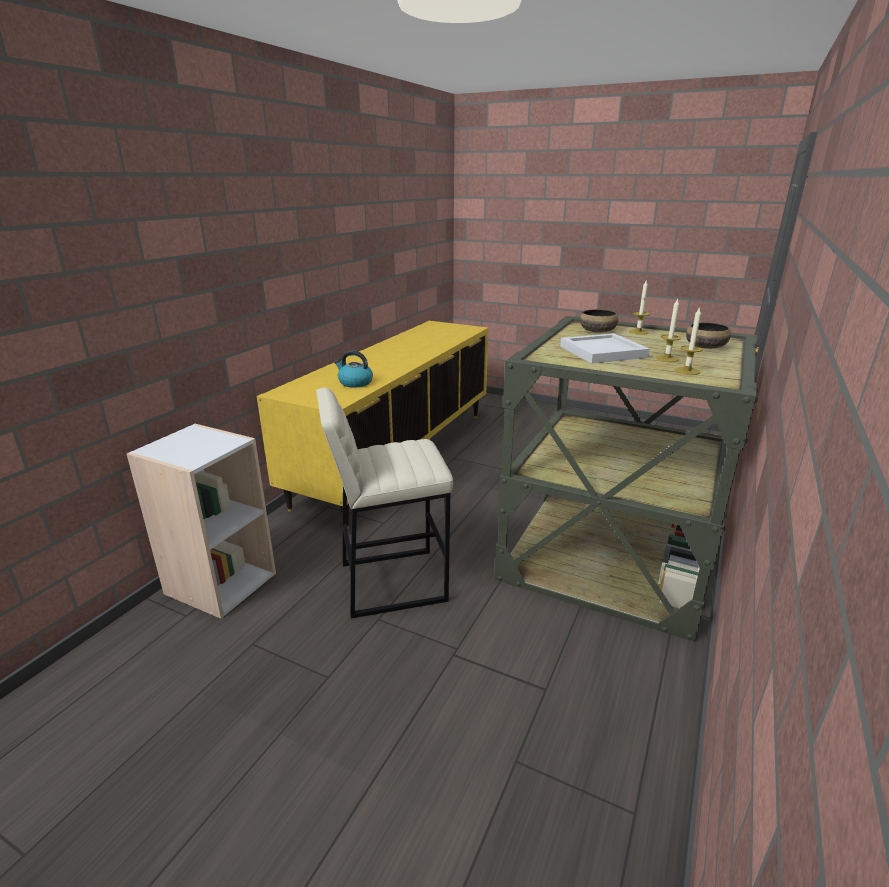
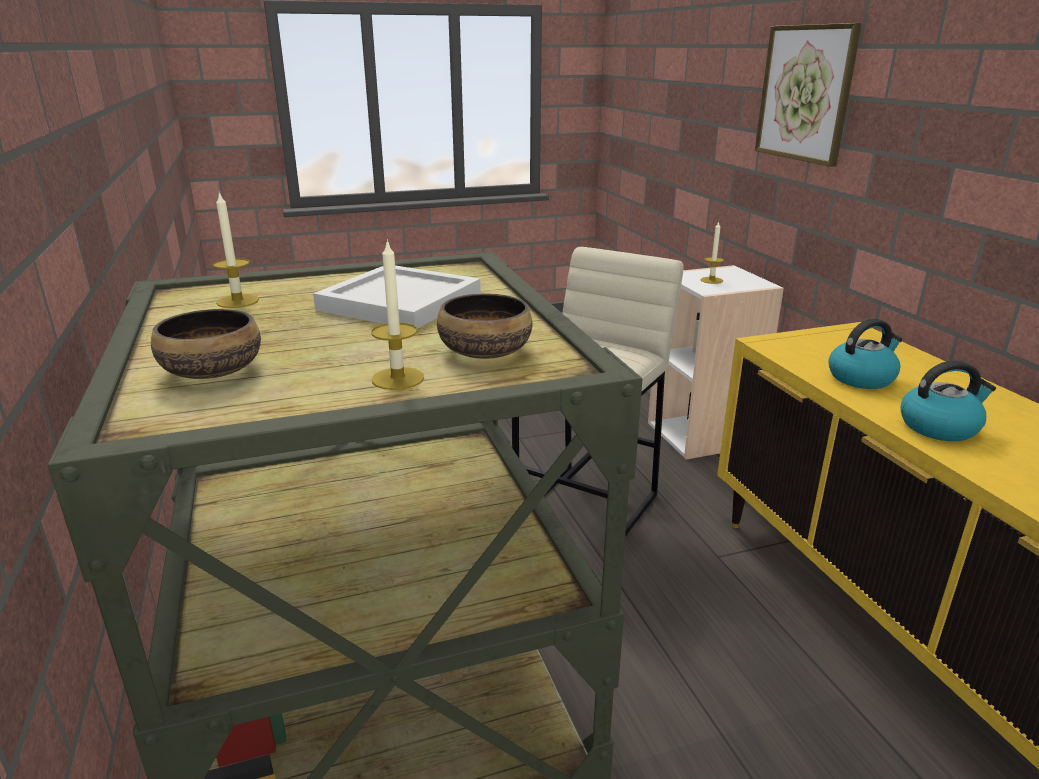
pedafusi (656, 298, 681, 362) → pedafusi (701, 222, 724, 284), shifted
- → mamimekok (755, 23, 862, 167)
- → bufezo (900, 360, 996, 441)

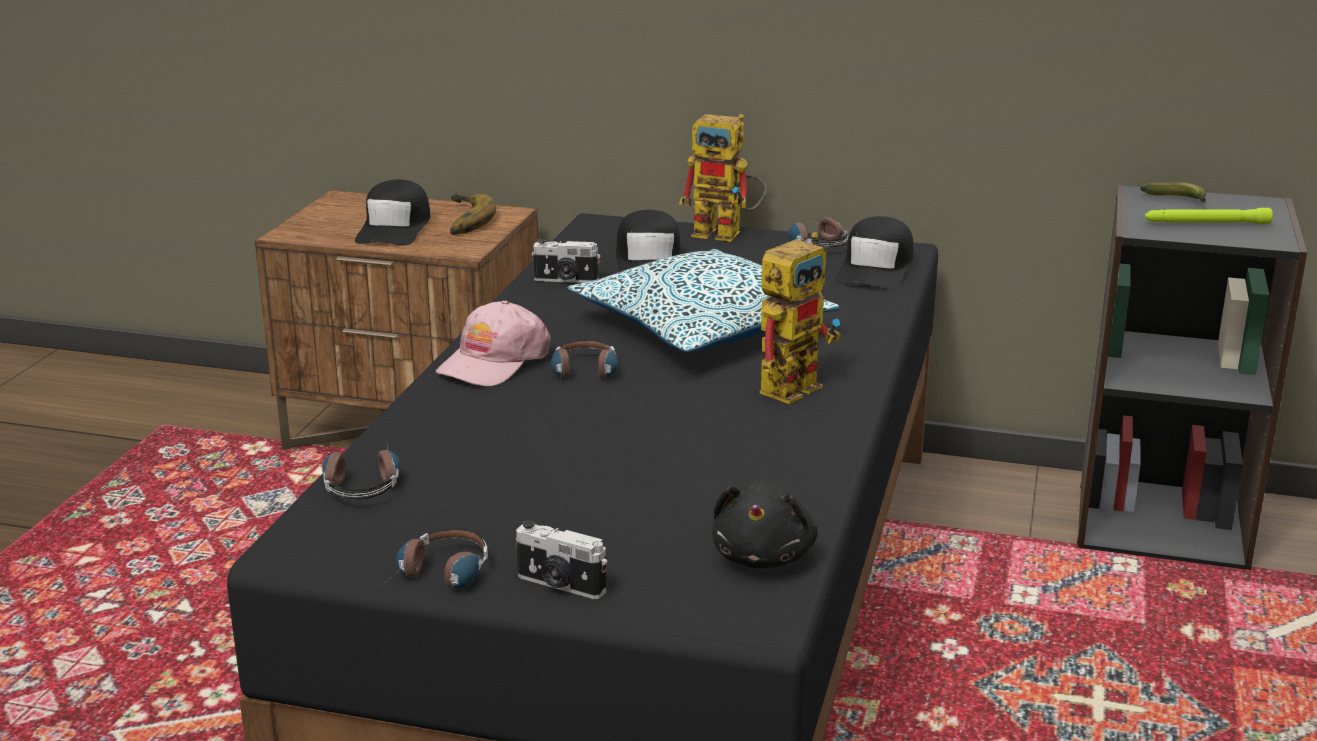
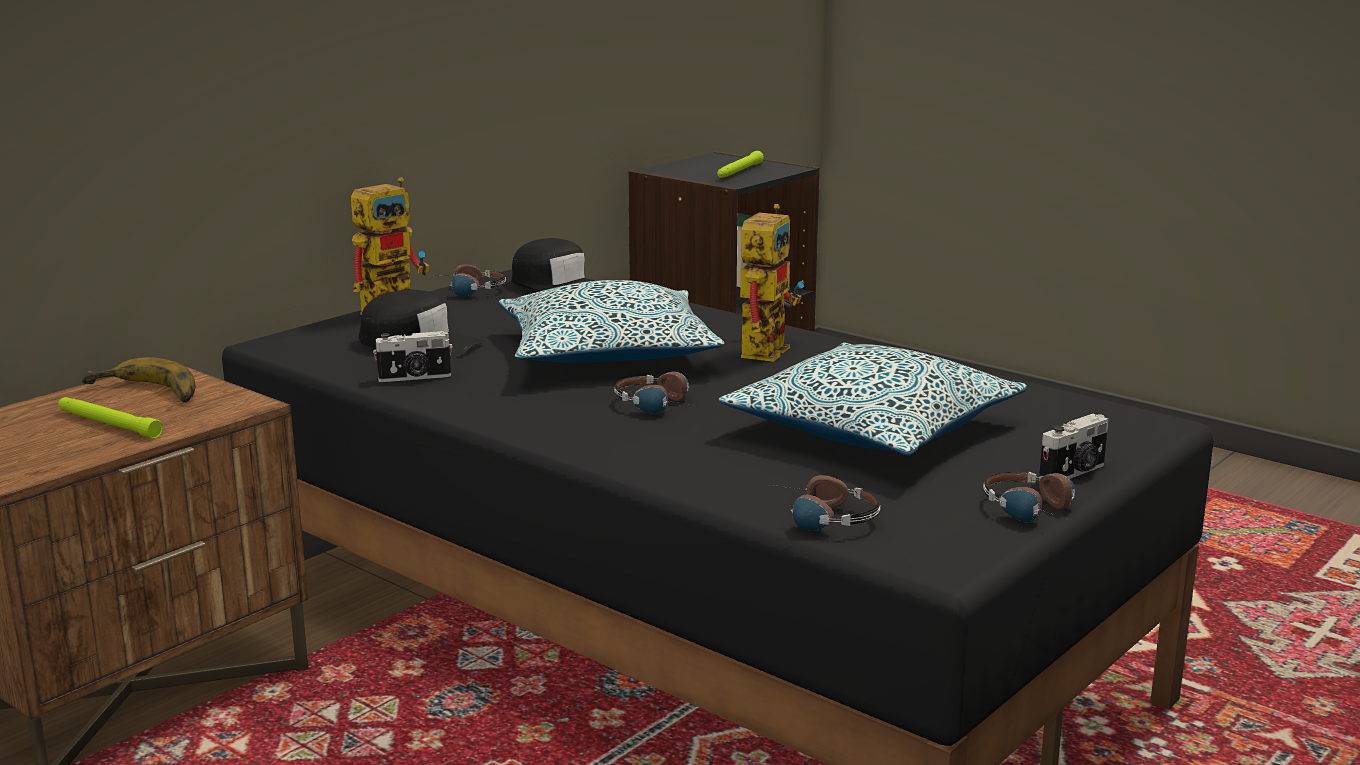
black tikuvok (355, 179, 430, 245) → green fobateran (58, 397, 163, 439)
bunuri (531, 239, 600, 283) → bunuri (373, 331, 453, 382), 45 degrees clockwise
- → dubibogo (719, 343, 1027, 456)
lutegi (760, 232, 841, 404) → lutegi (740, 204, 804, 362), 45 degrees clockwise
pink tikuvok (436, 301, 551, 386) → -
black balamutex (712, 481, 818, 568) → -
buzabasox (1140, 182, 1206, 202) → -

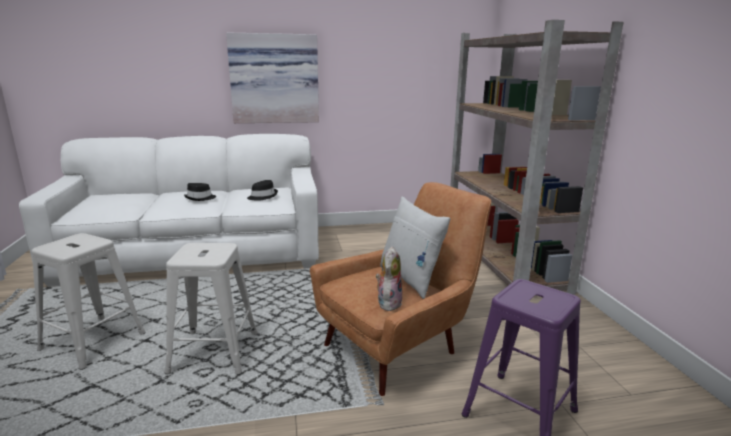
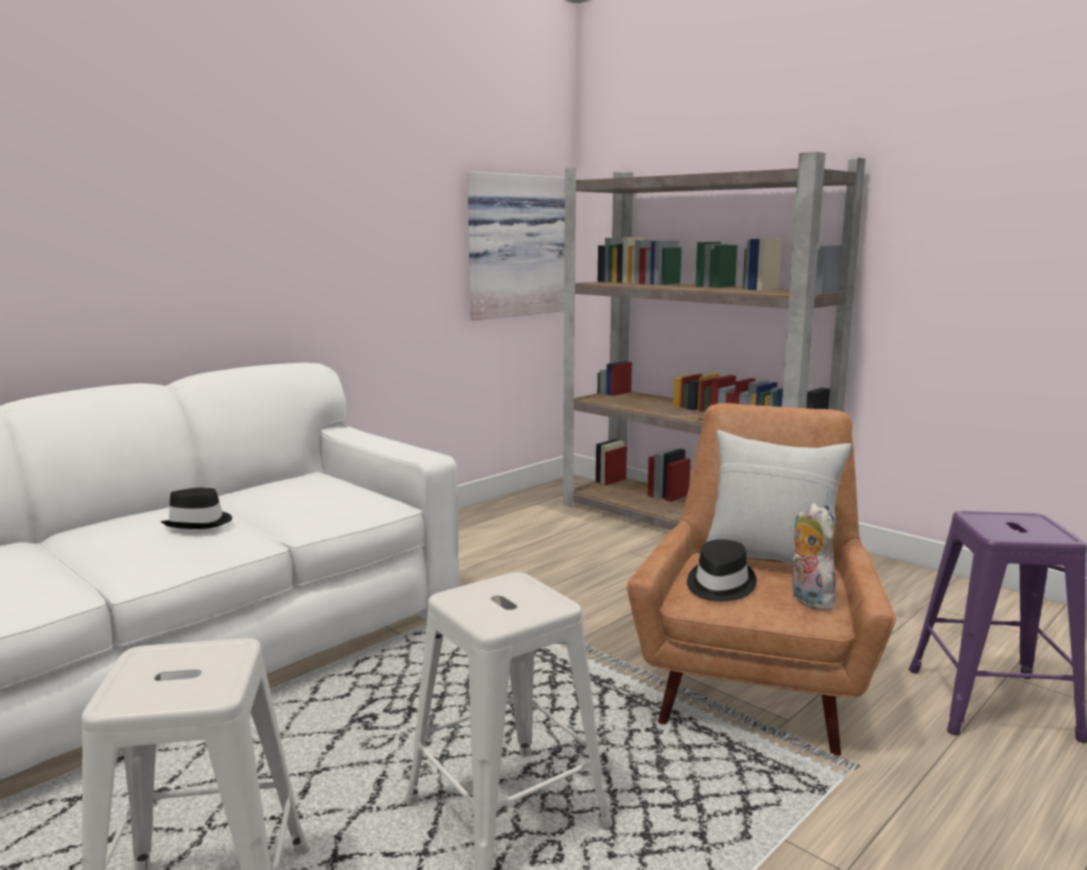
mamimekok (226, 32, 319, 123) → mamimekok (468, 171, 565, 320), shifted
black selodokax (247, 180, 278, 201) → black selodokax (687, 539, 757, 602), shifted

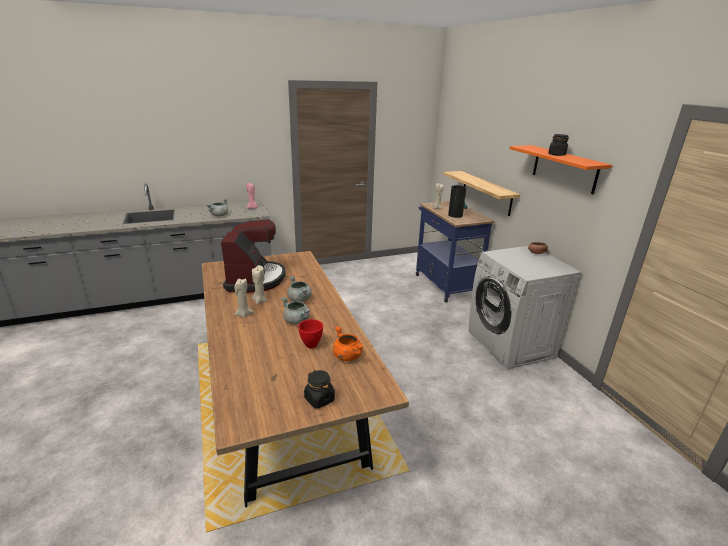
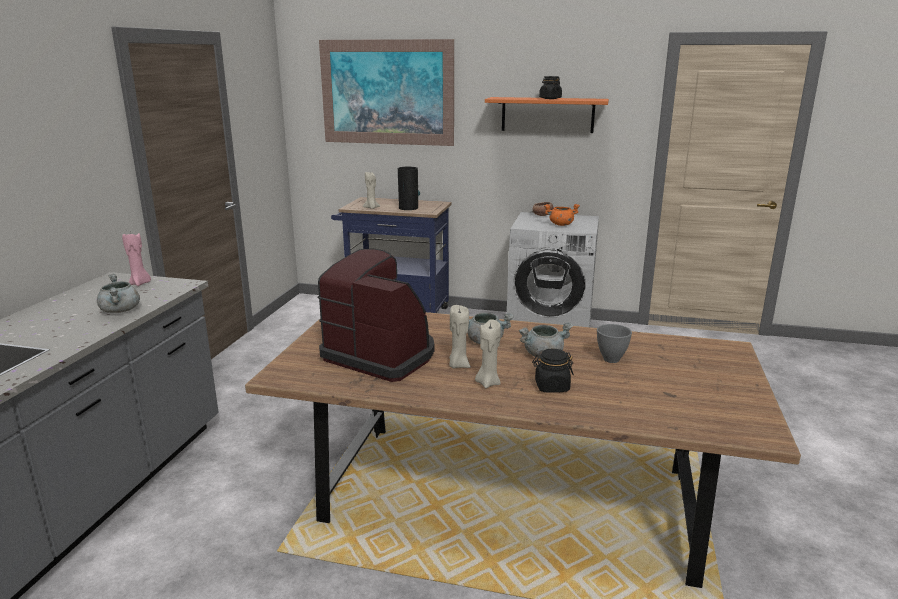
- → mamimekok (319, 39, 454, 146)
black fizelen (304, 370, 335, 409) → black fizelen (532, 349, 574, 393), shifted
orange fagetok (333, 326, 364, 361) → orange fagetok (544, 204, 580, 226), shifted
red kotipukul (298, 319, 323, 348) → grey kotipukul (597, 324, 632, 363)
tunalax (444, 171, 520, 216) → -

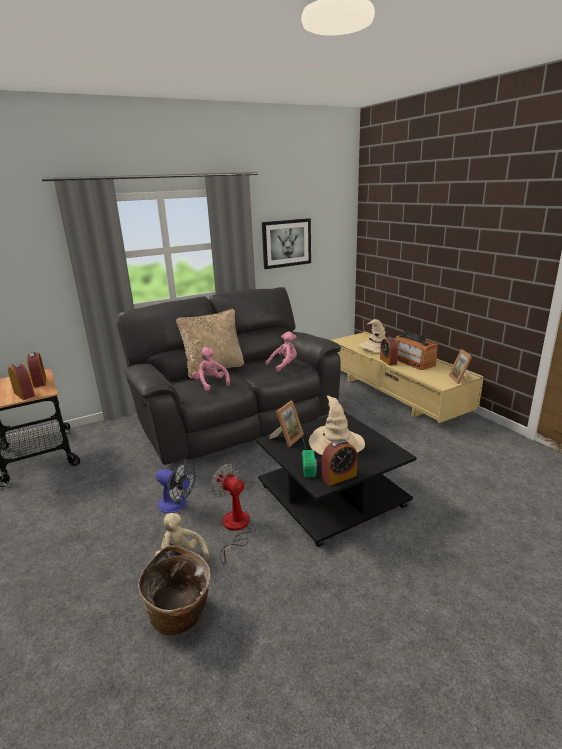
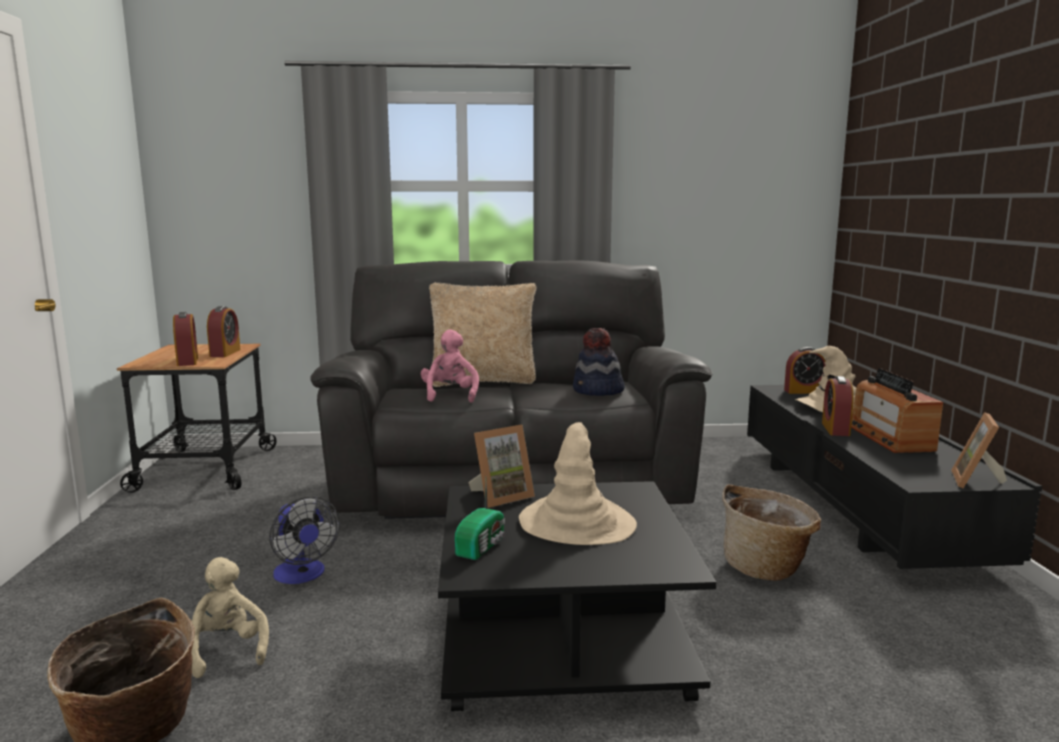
pink balamutex (265, 331, 297, 372) → selodokax (573, 328, 625, 396)
- → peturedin (722, 485, 821, 580)
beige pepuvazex (331, 331, 484, 423) → black pepuvazex (747, 385, 1042, 569)
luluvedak (322, 439, 357, 486) → luluvedak (784, 347, 826, 394), shifted
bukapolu (211, 464, 251, 565) → -
mamimekok (262, 218, 311, 269) → -

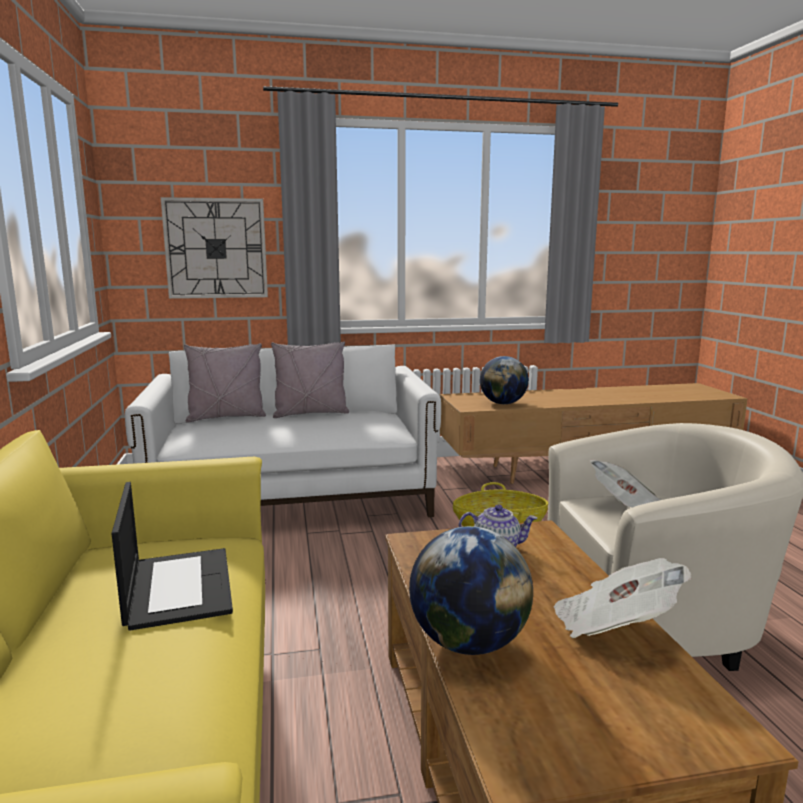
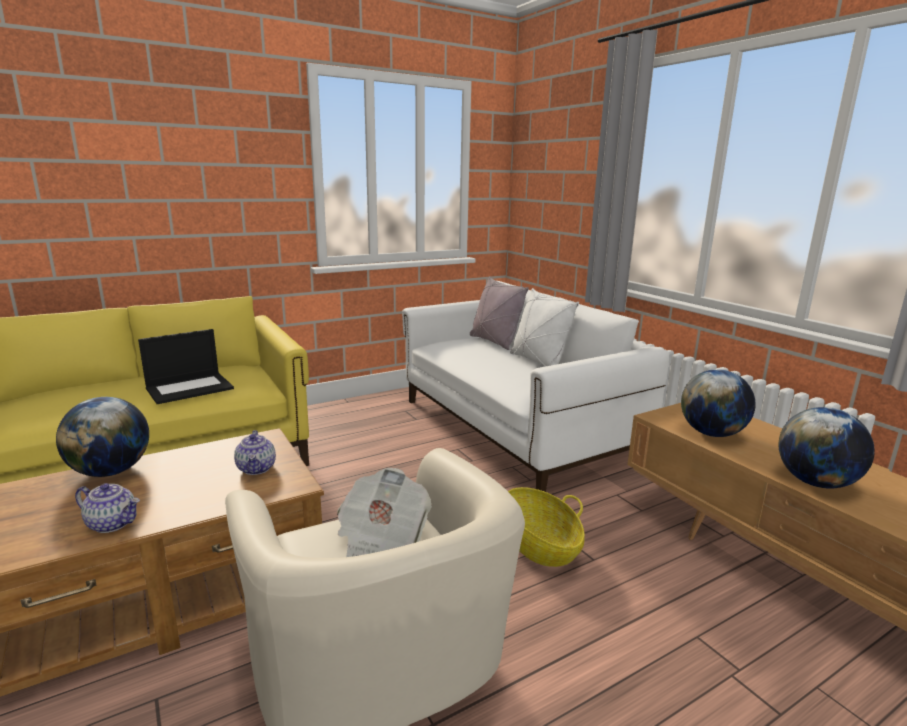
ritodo (554, 558, 692, 638) → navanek (75, 483, 140, 533)
purple dubibogo (271, 342, 349, 418) → white dubibogo (510, 288, 579, 366)
- → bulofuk (779, 407, 875, 488)
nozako (161, 197, 268, 299) → -

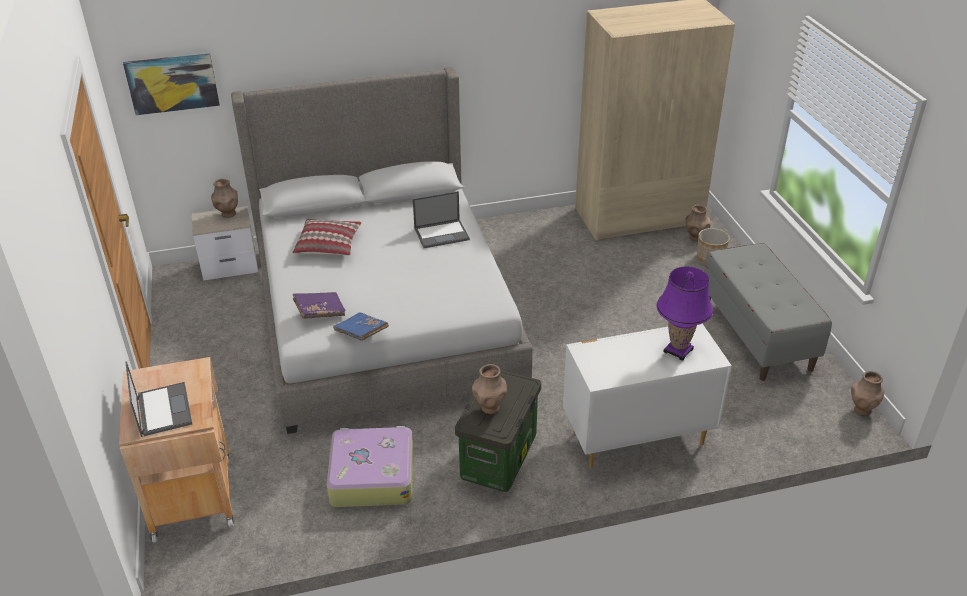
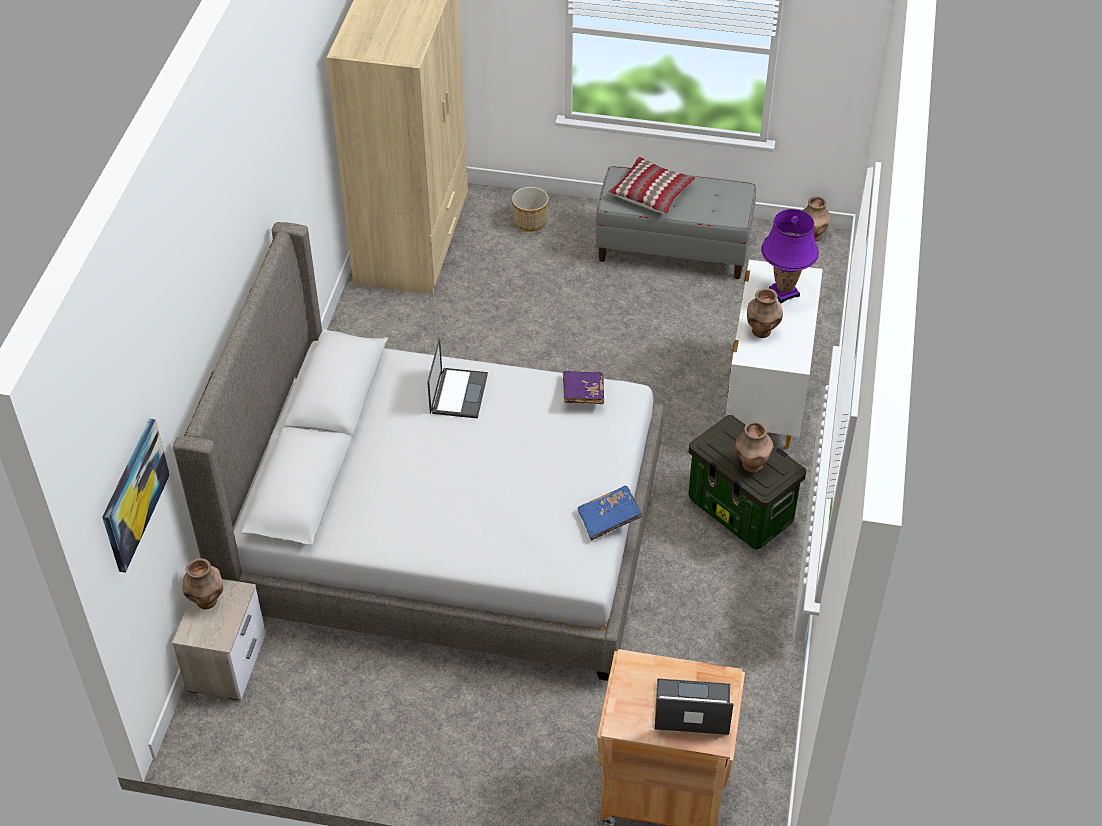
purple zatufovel (293, 292, 345, 319) → purple zatufovel (563, 371, 604, 404), shifted
dubibogo (293, 219, 362, 255) → dubibogo (608, 157, 695, 214), shifted
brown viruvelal (686, 205, 711, 241) → brown viruvelal (747, 288, 783, 338), shifted
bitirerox (327, 426, 413, 507) → -

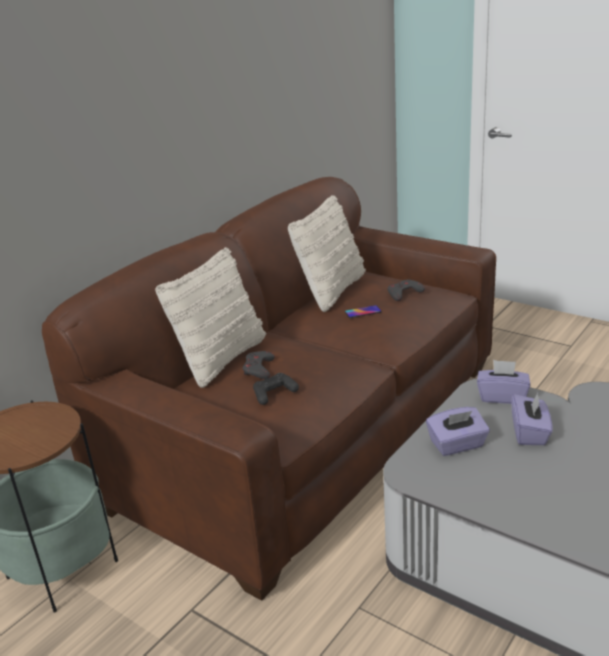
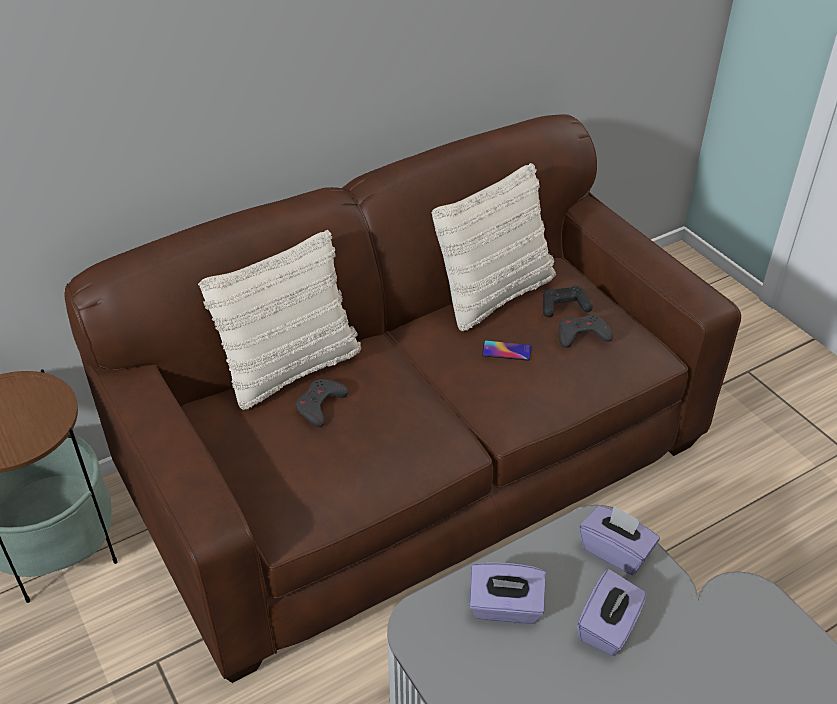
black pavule (253, 373, 299, 405) → black pavule (543, 286, 593, 317), shifted

